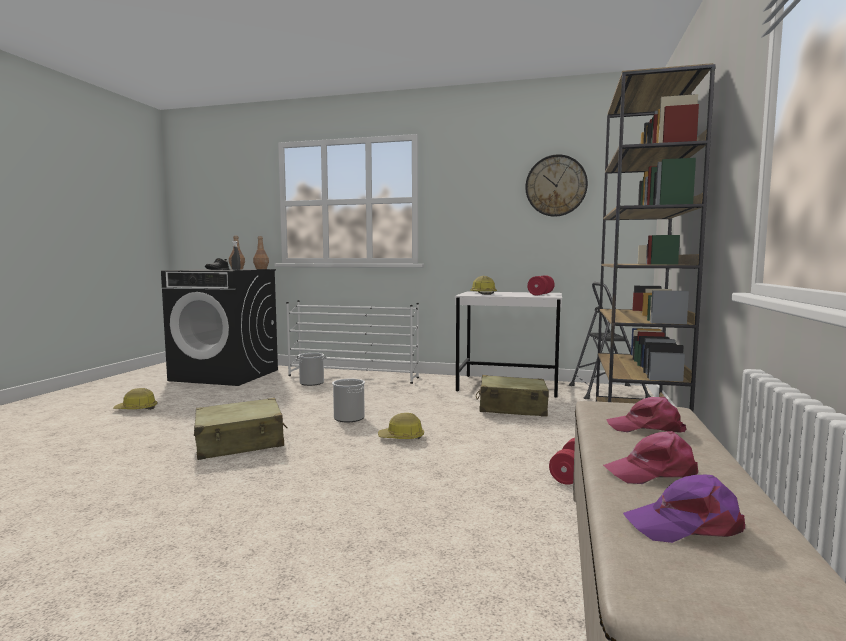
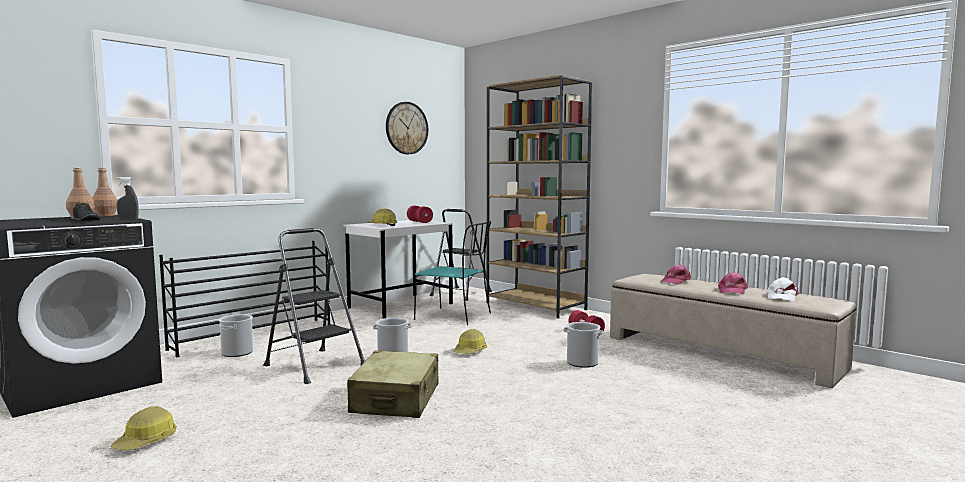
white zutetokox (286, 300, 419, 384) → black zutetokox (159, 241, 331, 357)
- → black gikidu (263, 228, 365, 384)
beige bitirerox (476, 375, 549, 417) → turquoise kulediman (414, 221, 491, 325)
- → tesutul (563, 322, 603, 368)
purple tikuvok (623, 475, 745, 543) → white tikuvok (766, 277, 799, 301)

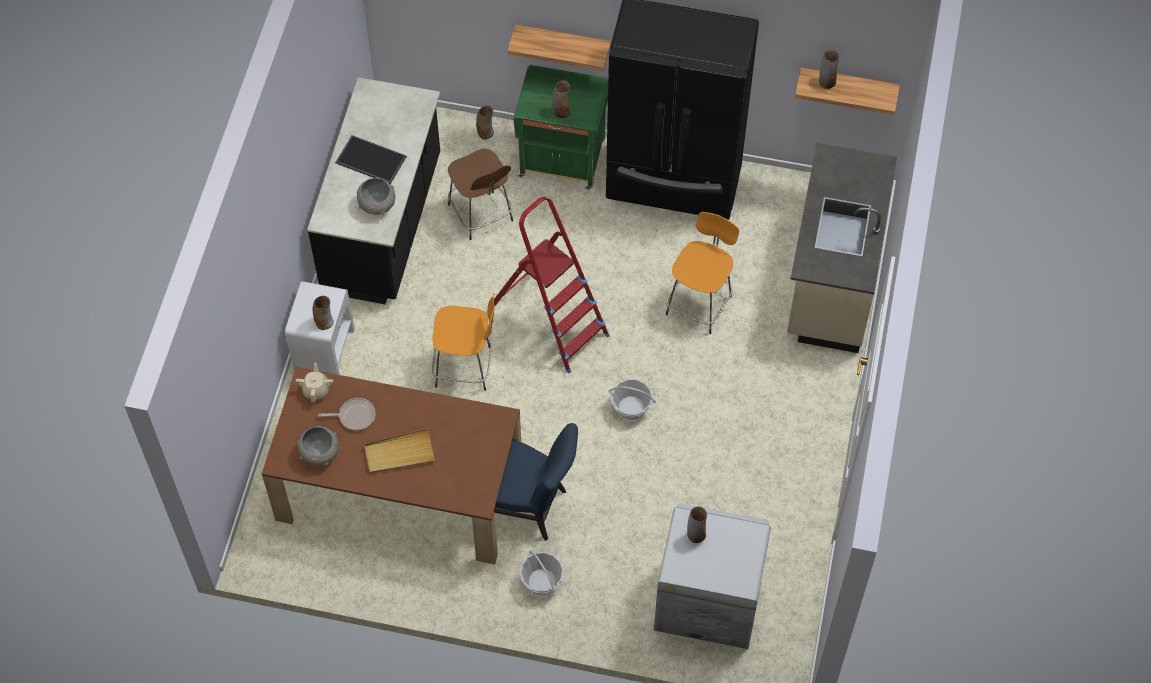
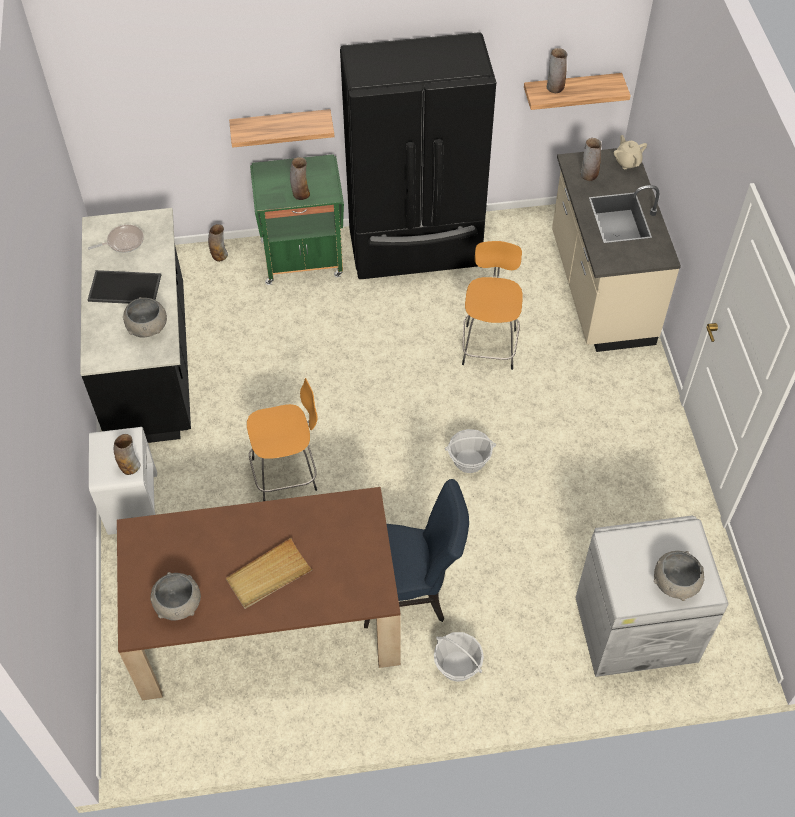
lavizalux (319, 398, 376, 431) → lavizalux (88, 225, 144, 253), shifted
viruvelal (687, 506, 707, 543) → viruvelal (580, 138, 602, 181), shifted
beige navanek (295, 363, 334, 402) → beige navanek (614, 135, 647, 169), shifted
- → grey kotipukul (654, 551, 704, 601)
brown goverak (448, 149, 513, 240) → -
red gikidu (494, 197, 610, 373) → -

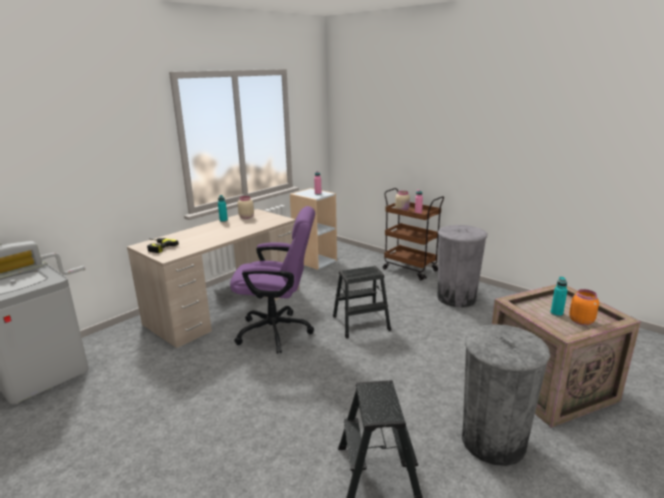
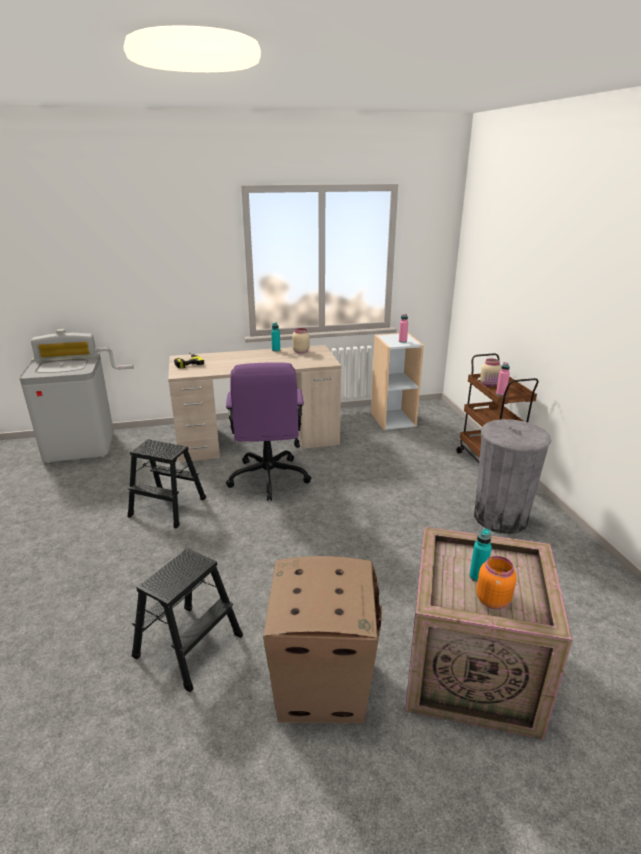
black gikidu (333, 266, 391, 339) → black gikidu (128, 439, 206, 528), shifted
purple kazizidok (230, 206, 315, 354) → purple kazizidok (226, 362, 312, 501), 45 degrees clockwise
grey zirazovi (462, 324, 550, 466) → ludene (263, 556, 382, 723)

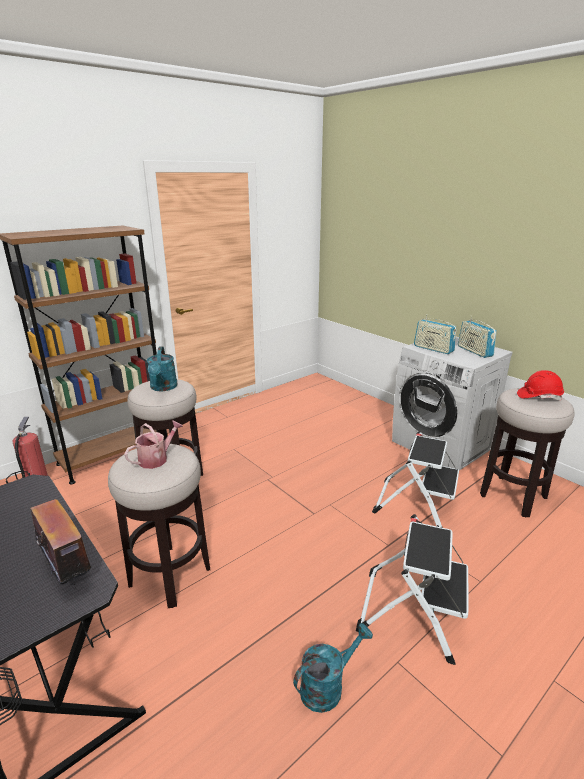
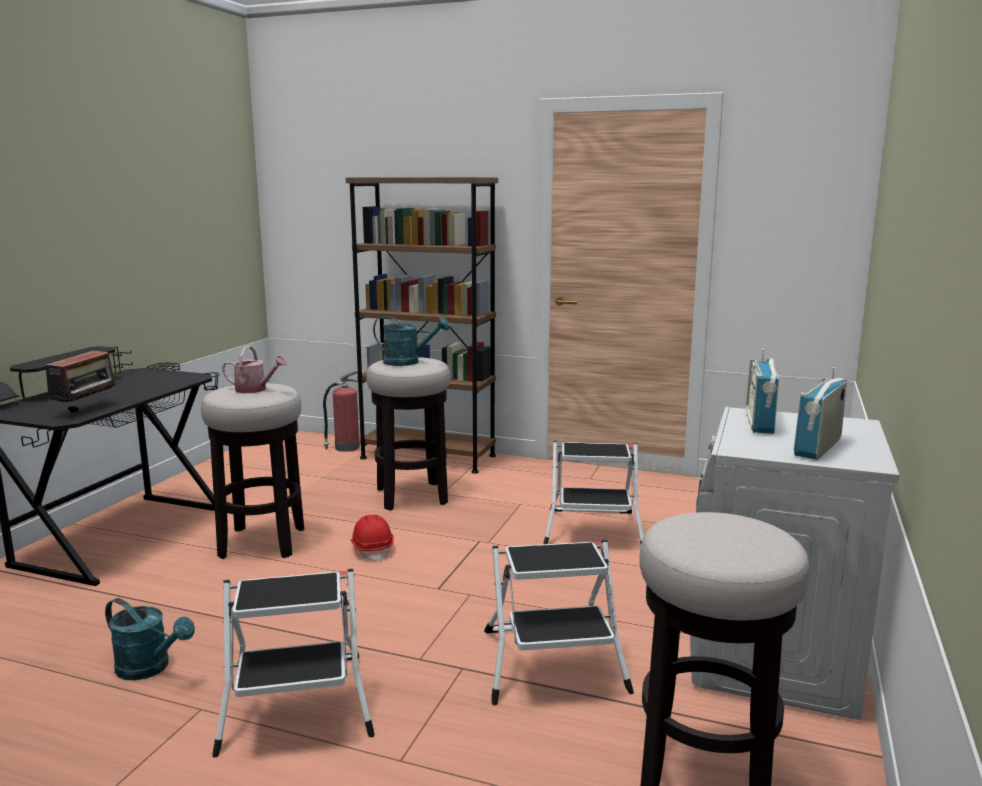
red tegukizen (517, 370, 564, 400) → red tegukizen (351, 515, 394, 562), shifted
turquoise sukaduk (147, 346, 178, 391) → turquoise sukaduk (373, 316, 449, 366), 135 degrees counterclockwise
- → gikidu (543, 441, 644, 544)

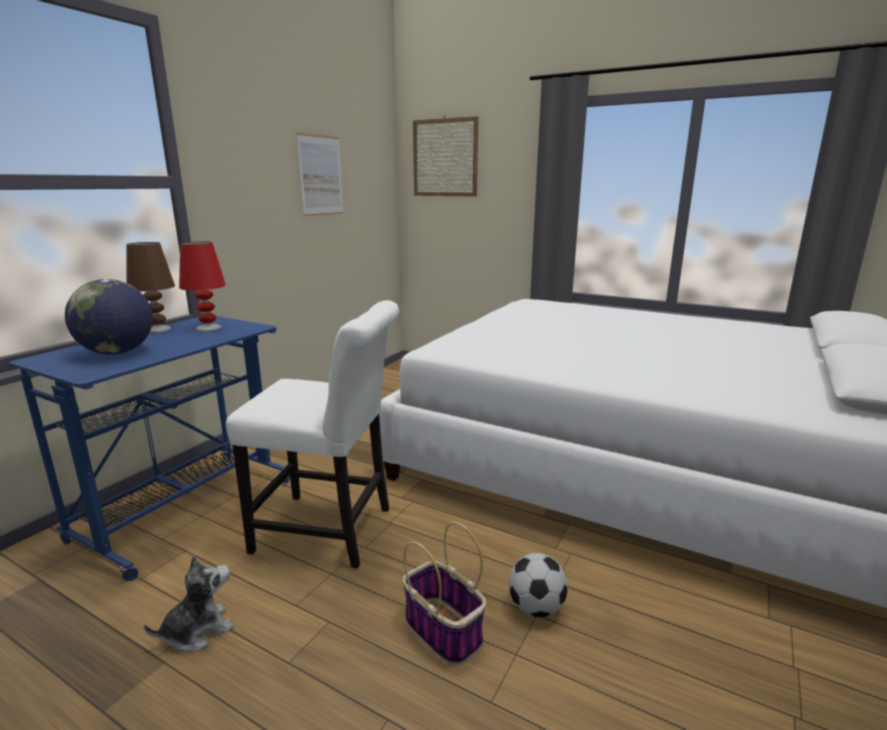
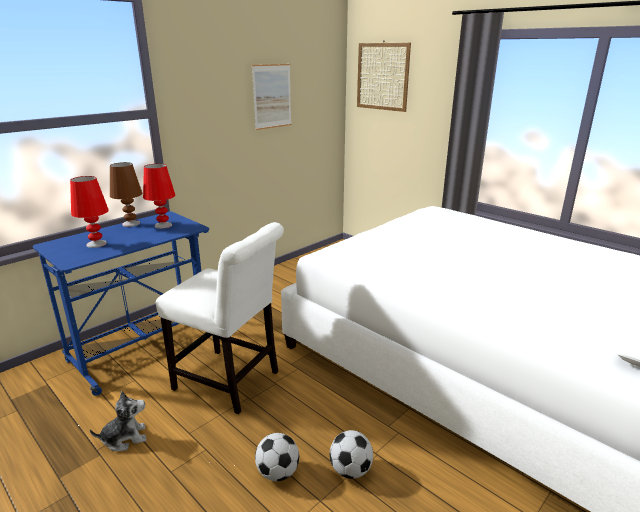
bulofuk (65, 279, 153, 355) → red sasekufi (70, 176, 109, 248)
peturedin (403, 522, 486, 666) → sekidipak (255, 433, 299, 481)

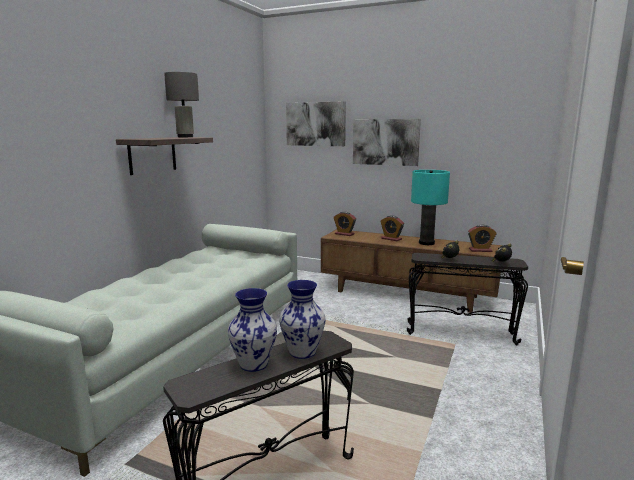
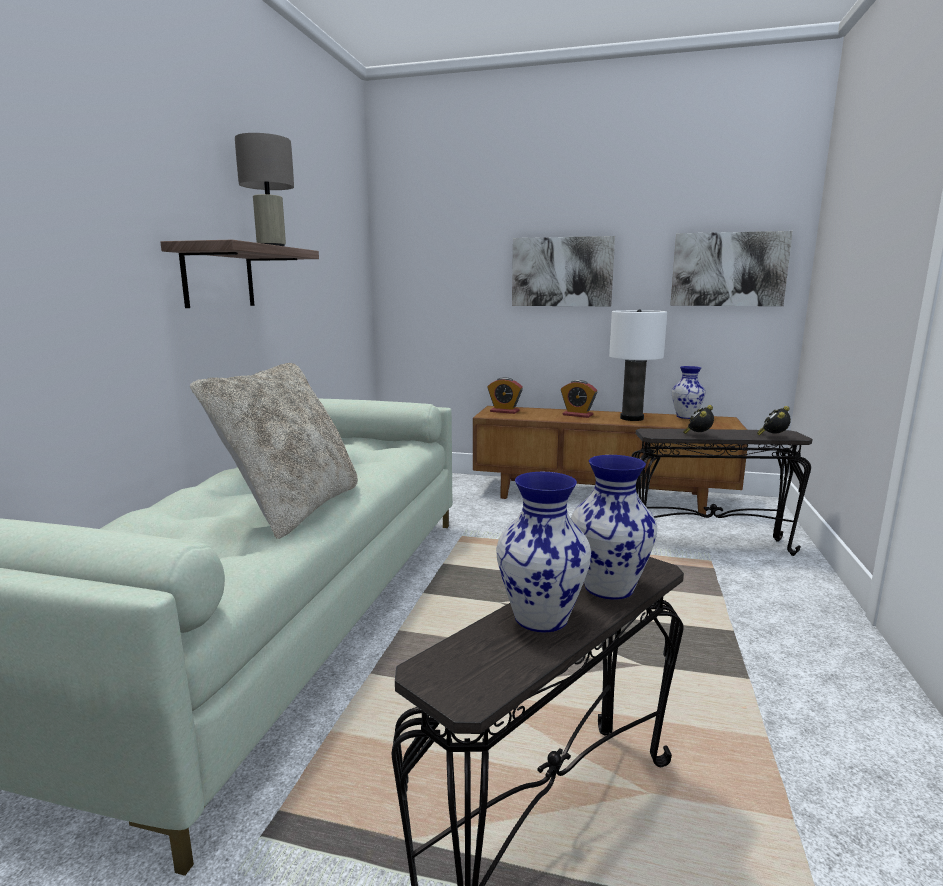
- → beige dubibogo (190, 363, 358, 539)
turquoise sasekufi (411, 170, 450, 245) → white sasekufi (609, 309, 667, 421)
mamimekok (286, 101, 346, 146) → mamimekok (670, 231, 793, 306), shifted
- → viruvelal (672, 366, 705, 419)
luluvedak (468, 224, 497, 252) → -

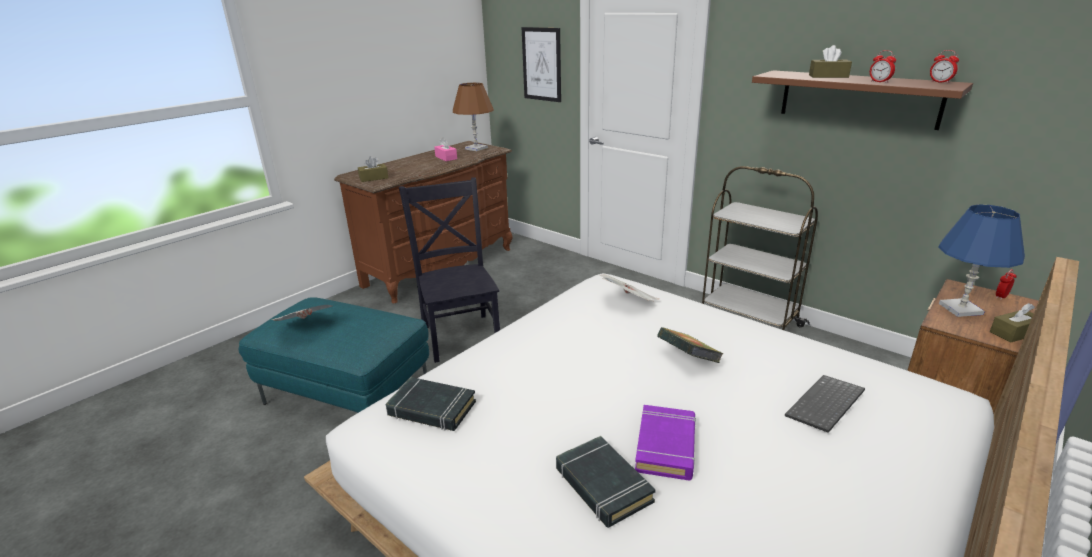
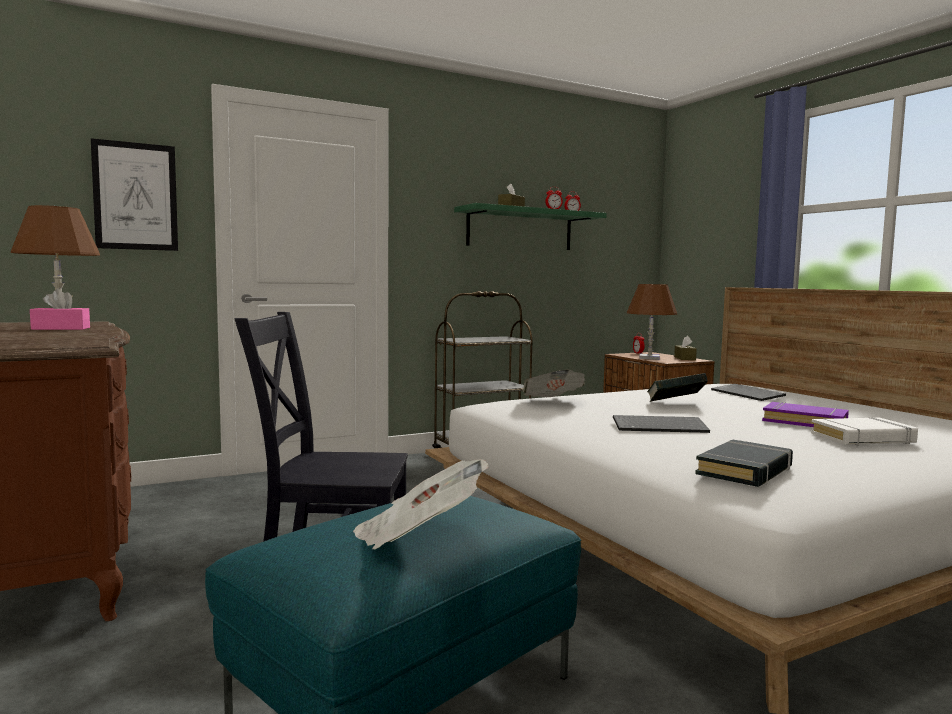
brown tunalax (752, 70, 973, 130) → green tunalax (454, 203, 607, 250)
- → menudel (613, 415, 710, 433)
blue sasekufi (939, 204, 1025, 317) → brown sasekufi (627, 284, 677, 360)
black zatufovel (556, 436, 656, 528) → white zatufovel (811, 417, 918, 446)
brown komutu (358, 156, 388, 182) → -

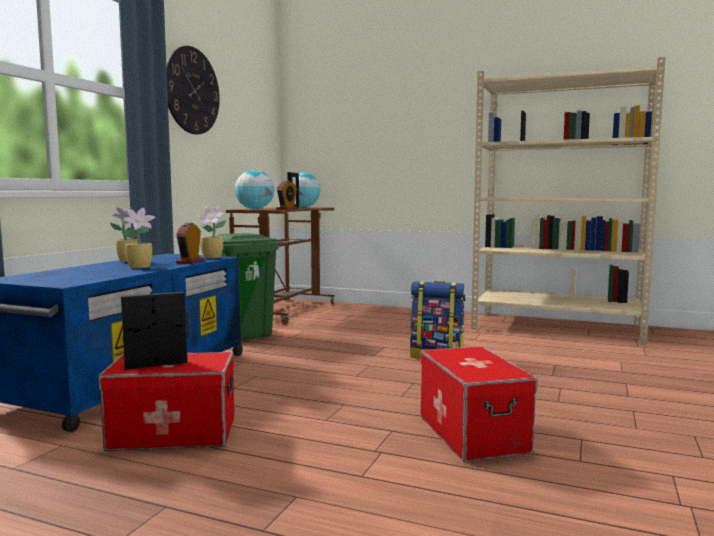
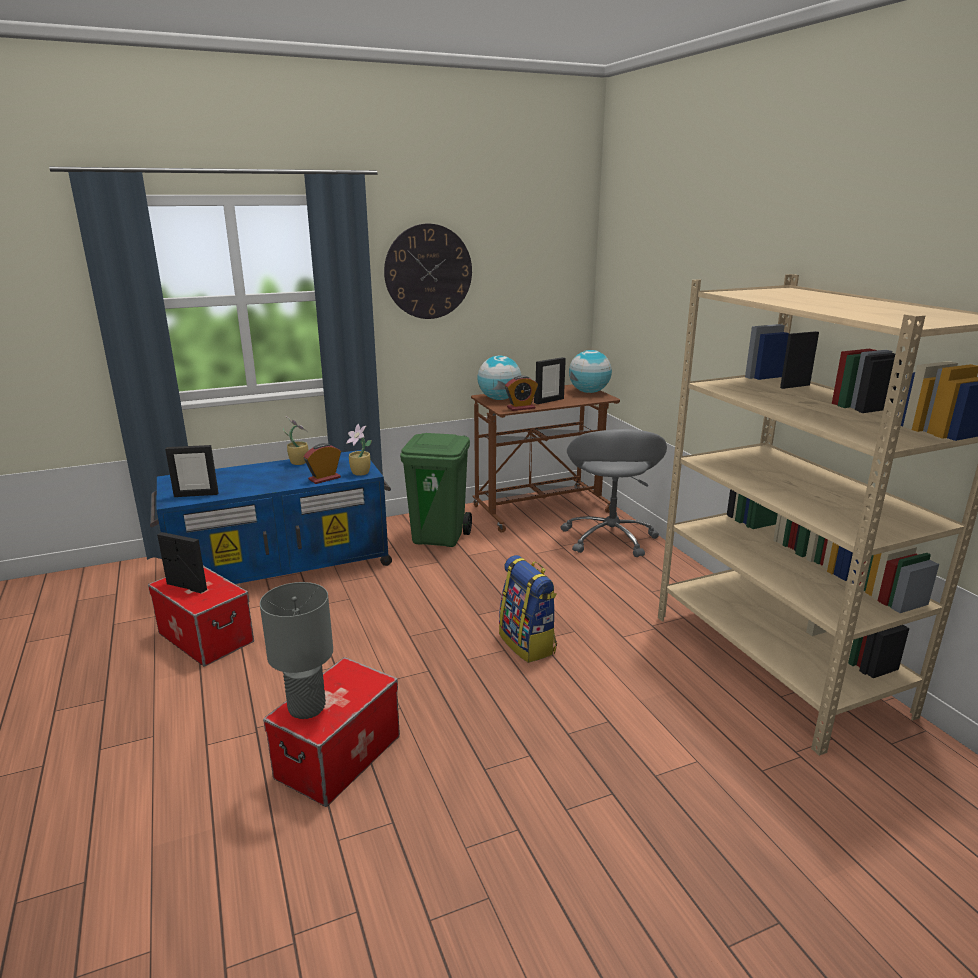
- → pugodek (165, 445, 219, 497)
- → grey sasekufi (260, 582, 333, 719)
- → grey kazizidok (560, 429, 667, 557)
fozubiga (122, 208, 156, 268) → -

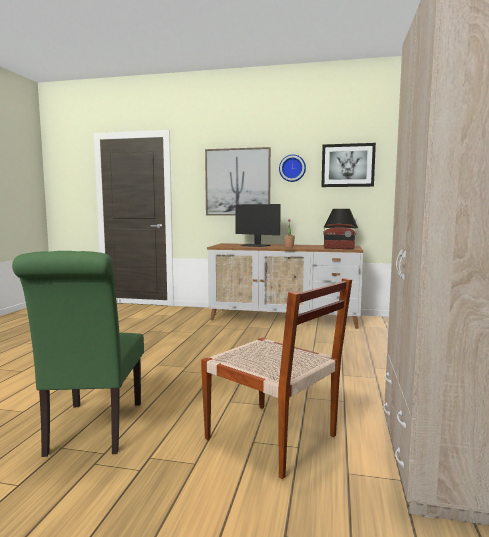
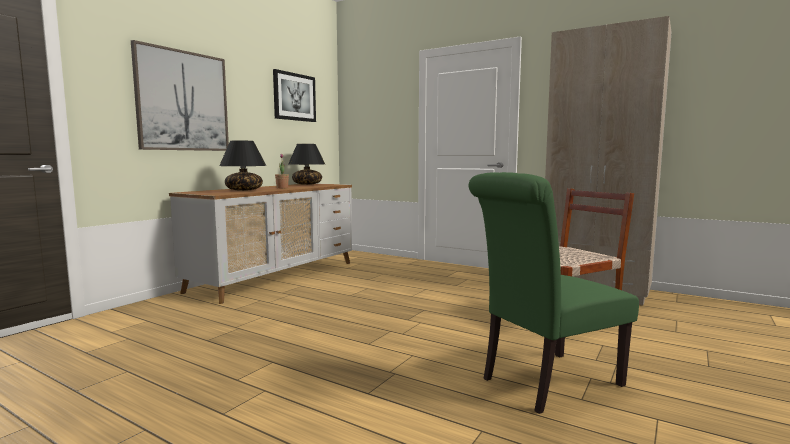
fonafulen (236, 204, 281, 247) → black sasekufi (219, 141, 266, 191)
green kulediman (12, 251, 144, 457) → green kulediman (469, 172, 639, 414), 135 degrees clockwise
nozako (279, 154, 306, 182) → -
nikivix (323, 224, 356, 249) → -

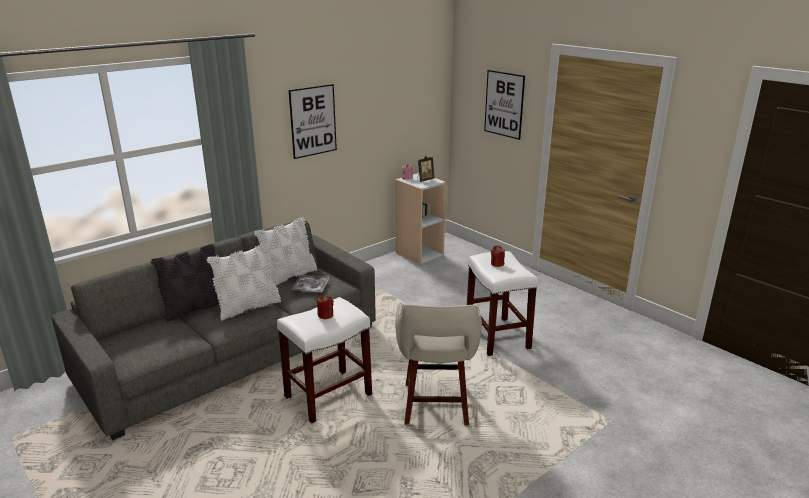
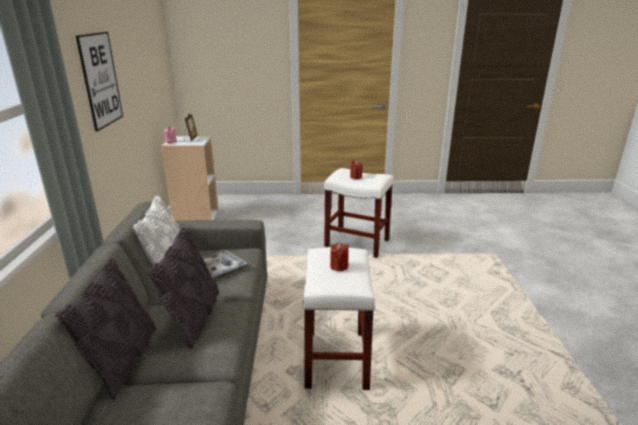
white dubibogo (207, 243, 281, 321) → black dubibogo (147, 228, 219, 349)
beige goverak (395, 303, 482, 425) → -
mamimekok (484, 70, 525, 140) → -

